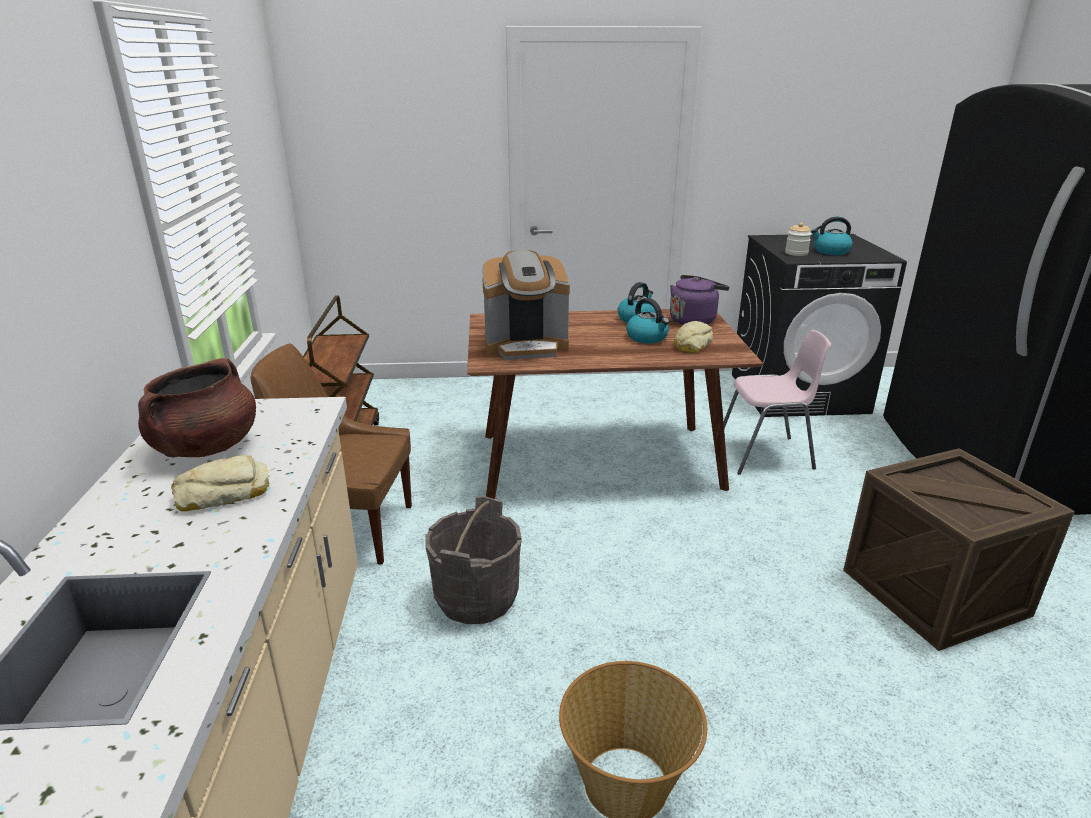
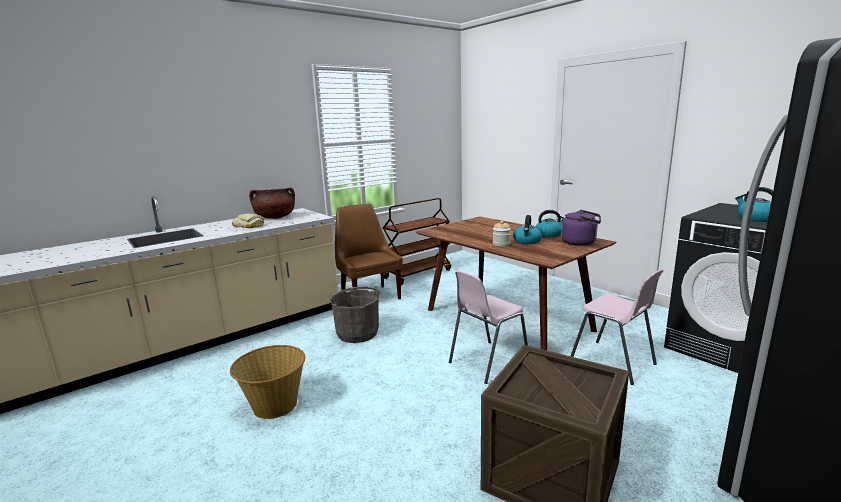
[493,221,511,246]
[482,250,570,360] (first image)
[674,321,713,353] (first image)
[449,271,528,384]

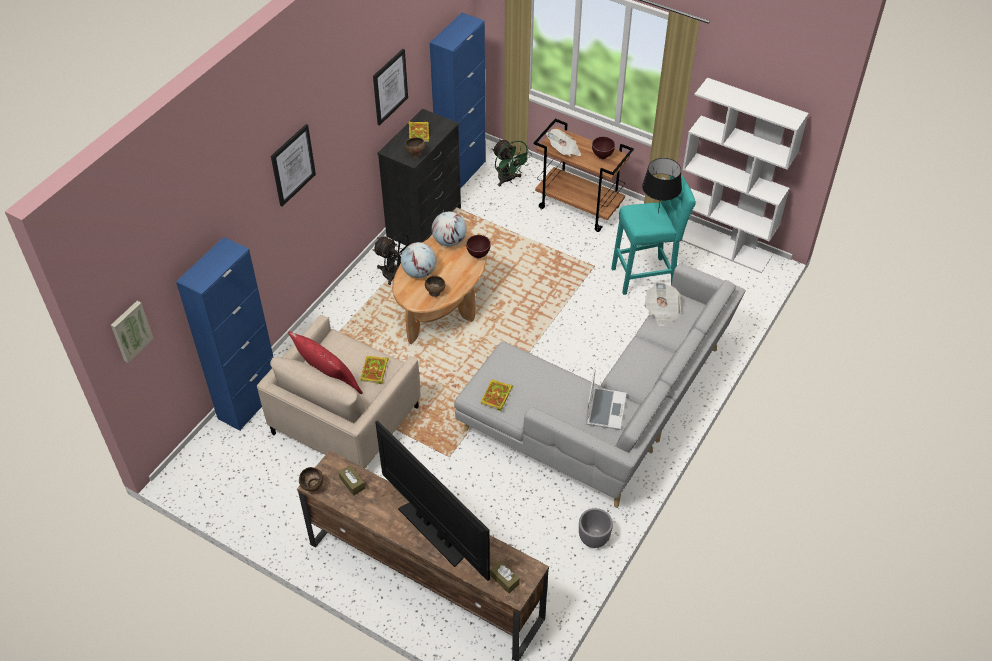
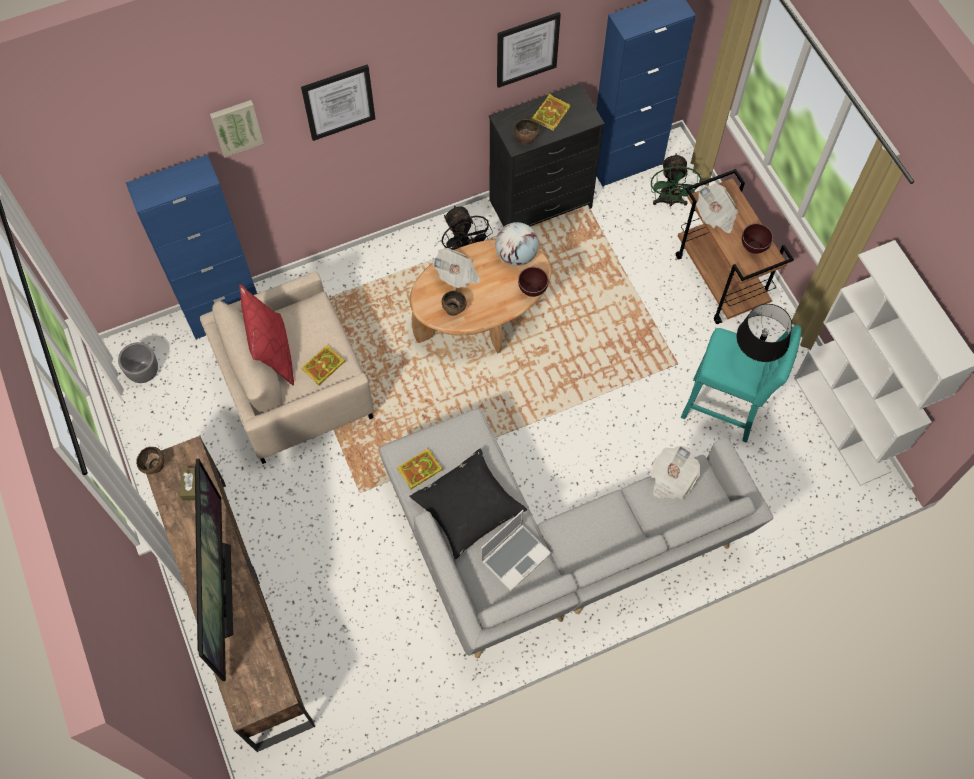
[432,248,480,289]
[210,100,264,158]
[118,342,158,383]
[490,561,520,593] (first image)
[409,449,527,559]

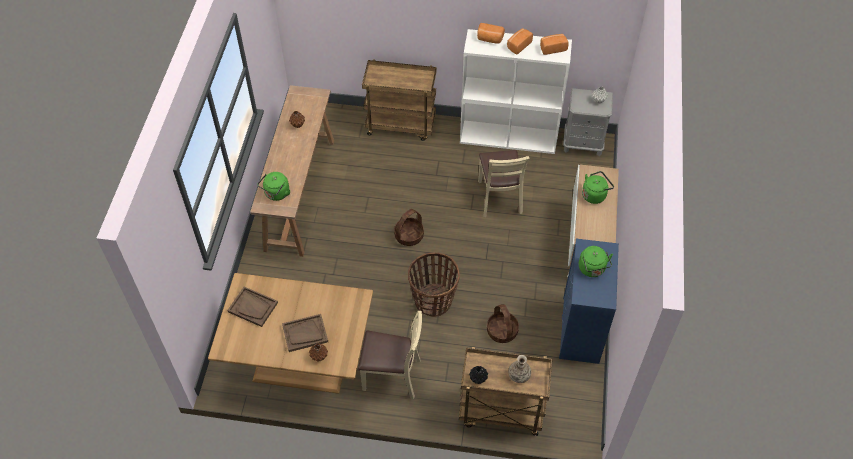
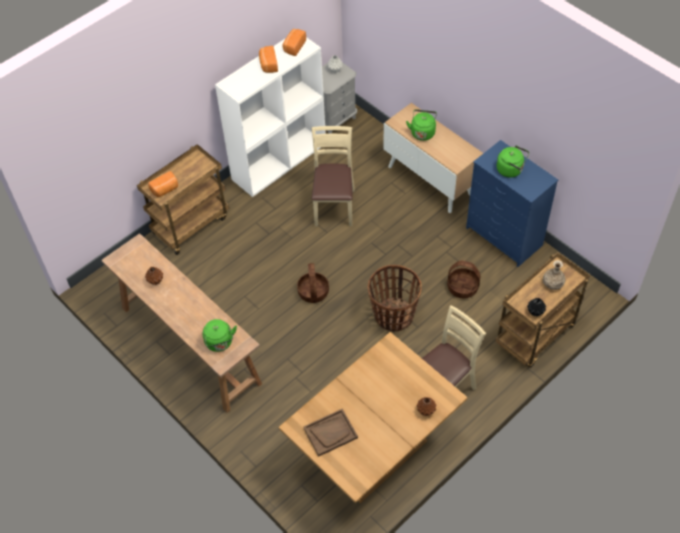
[148,171,178,197]
[311,126,355,226]
[282,314,328,352] (first image)

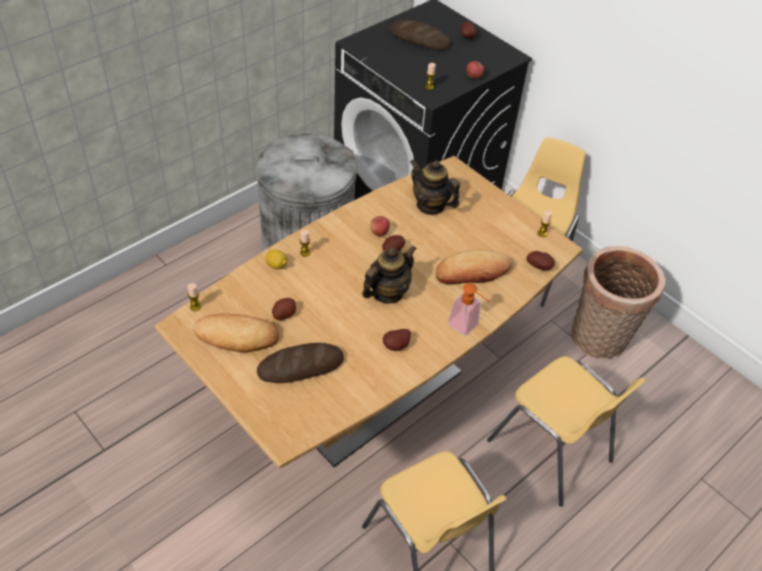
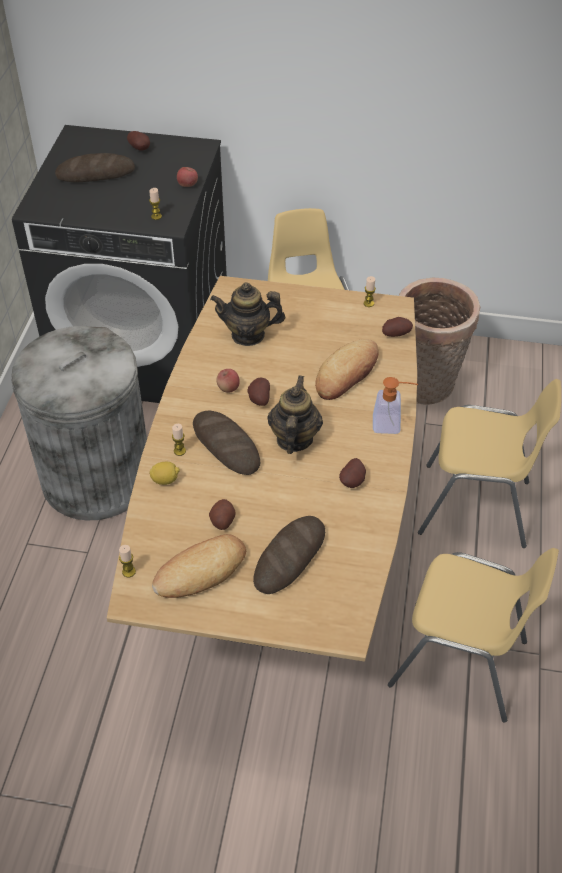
[193,411,260,475]

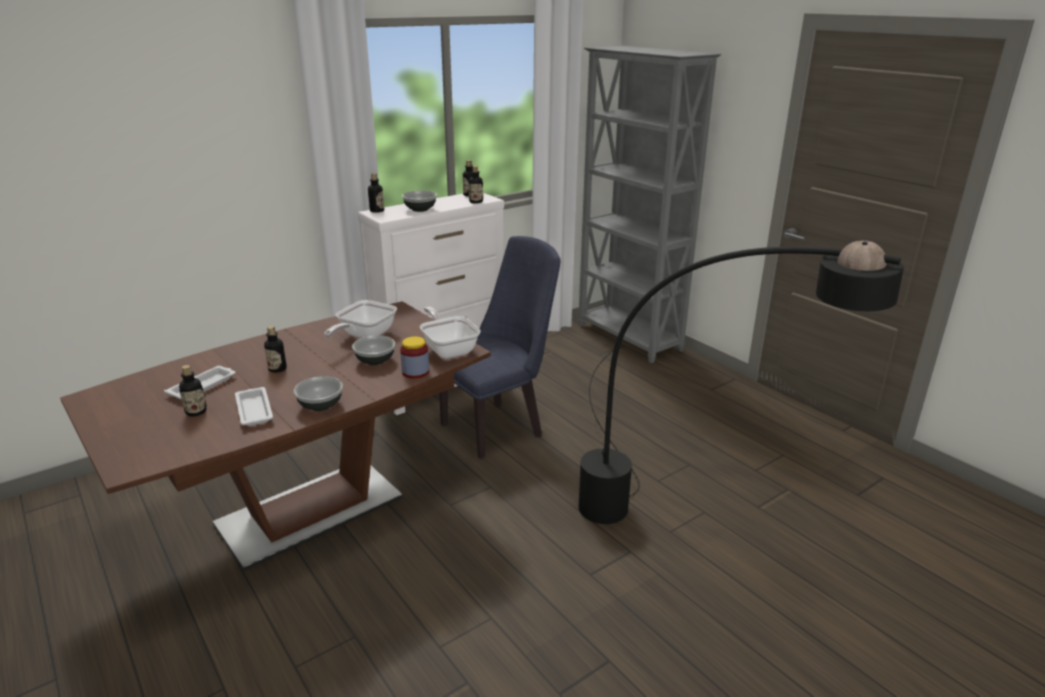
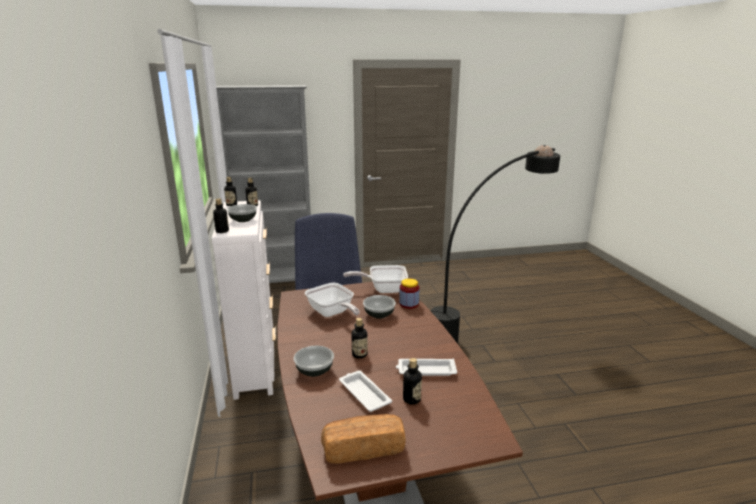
[294,346,334,377]
[321,414,406,463]

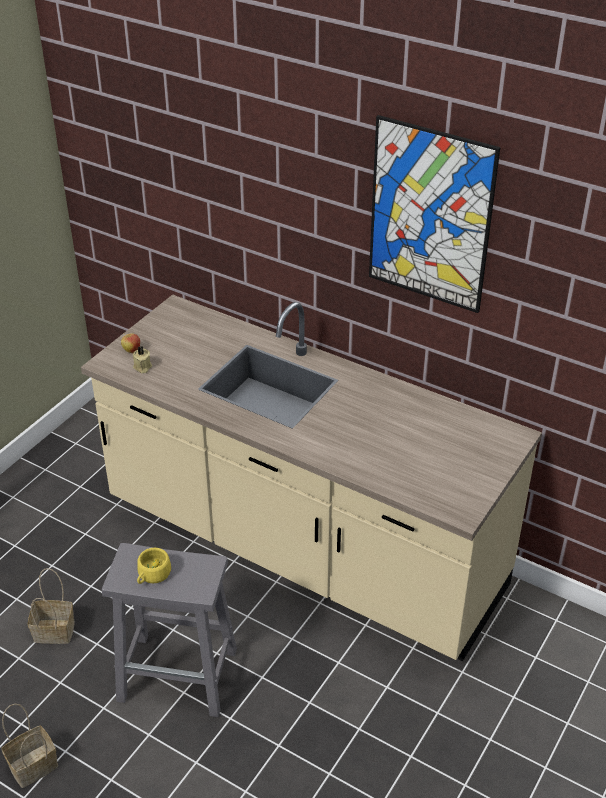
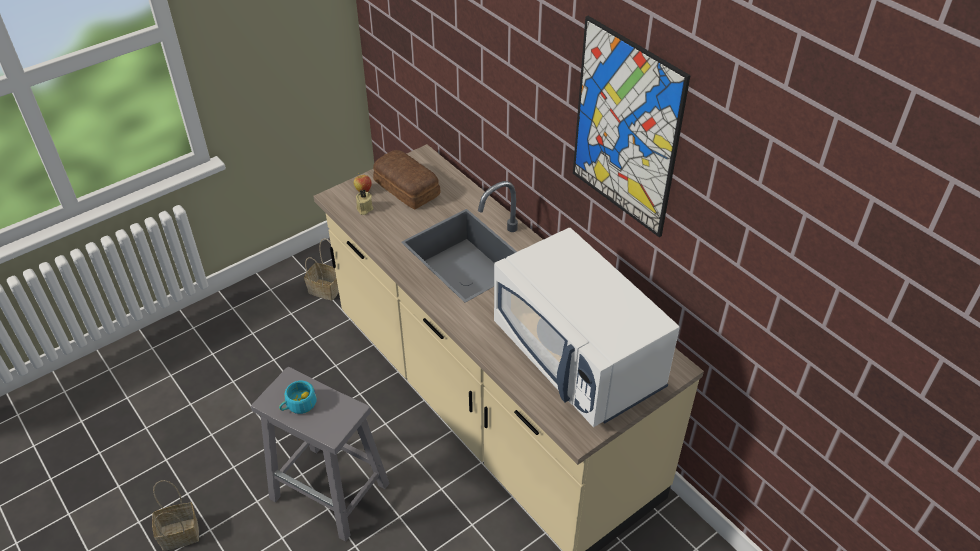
[279,381,317,414]
[304,238,339,301]
[373,150,440,209]
[494,228,680,427]

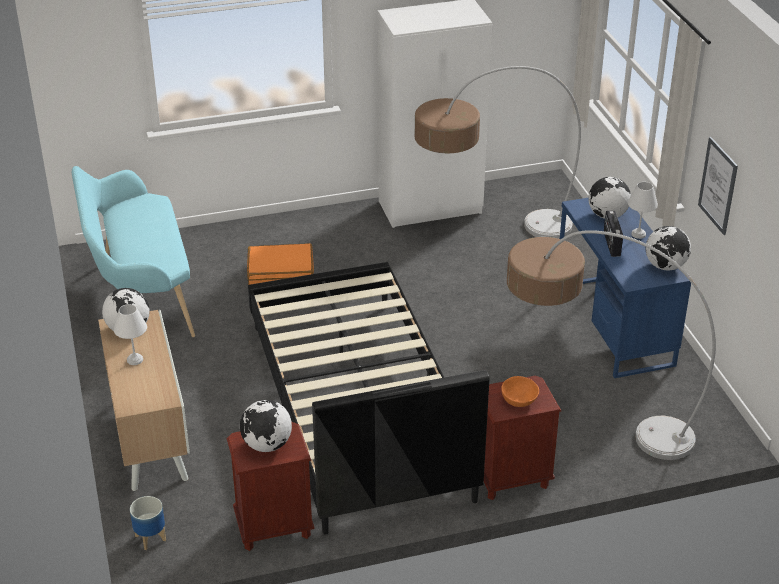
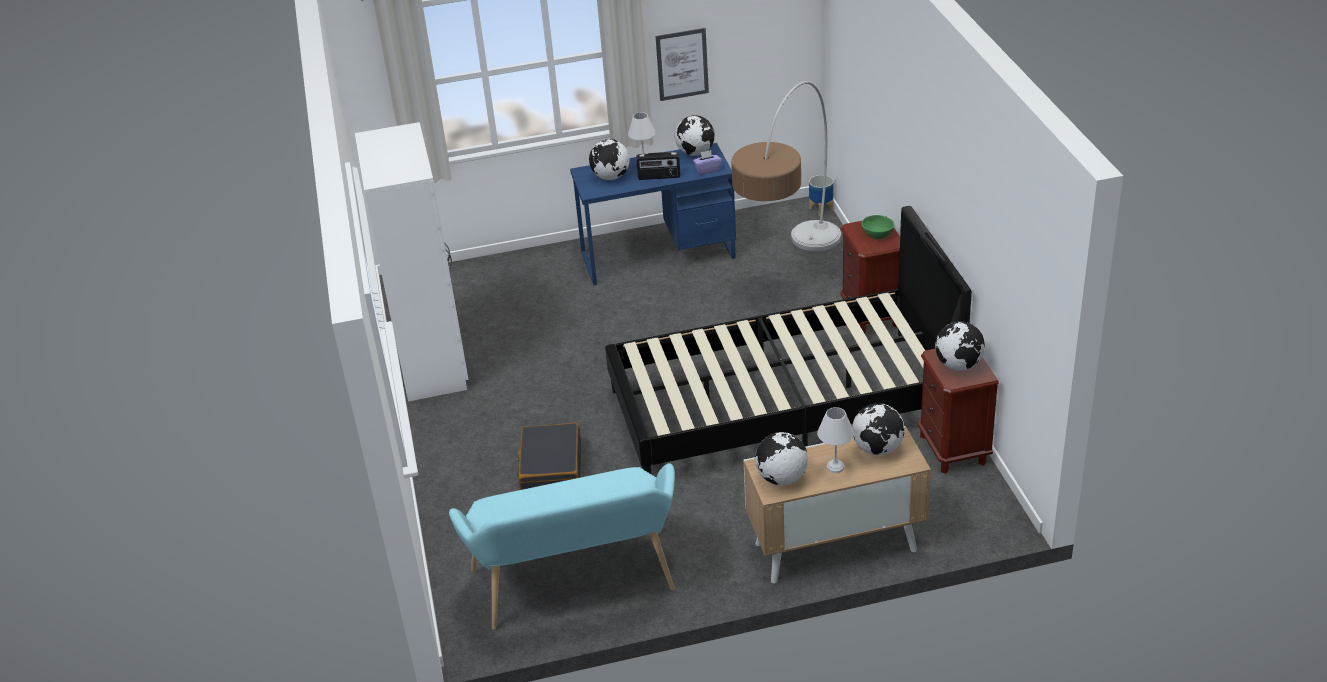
[415,66,581,239] (first image)
[516,423,581,490]
[861,215,894,239]
[809,175,834,216]
[693,150,722,175]
[852,403,905,455]

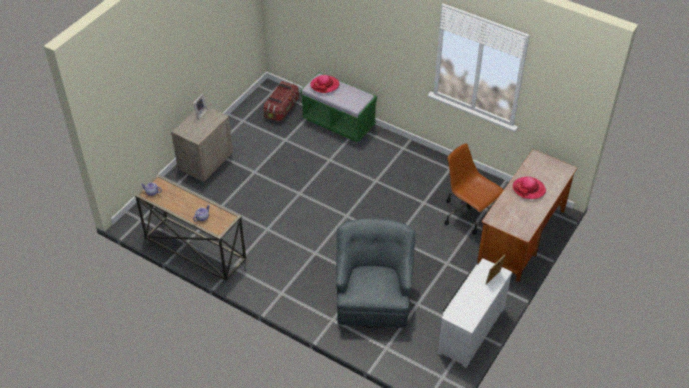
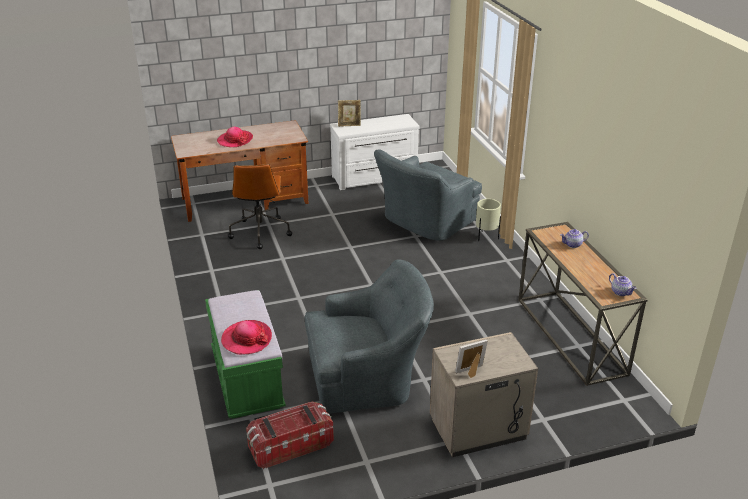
[476,199,501,241]
[305,259,434,414]

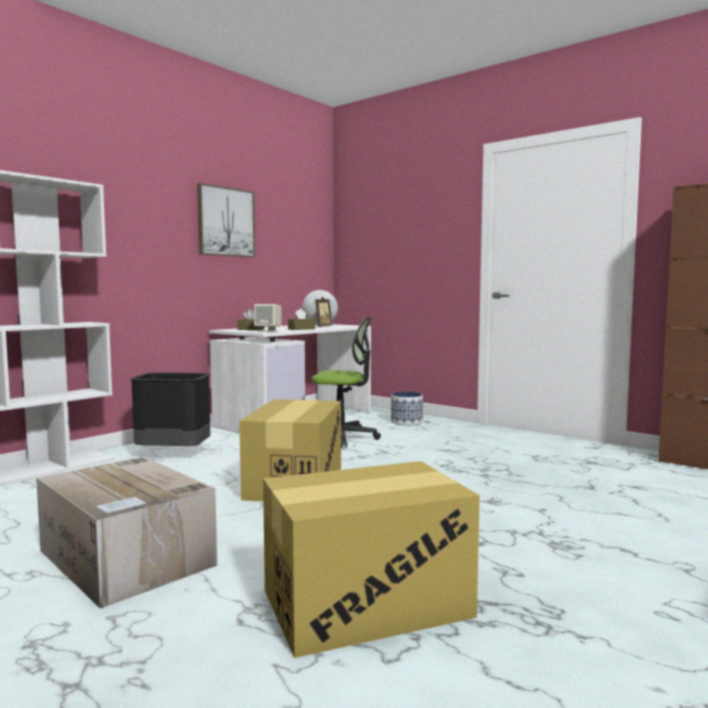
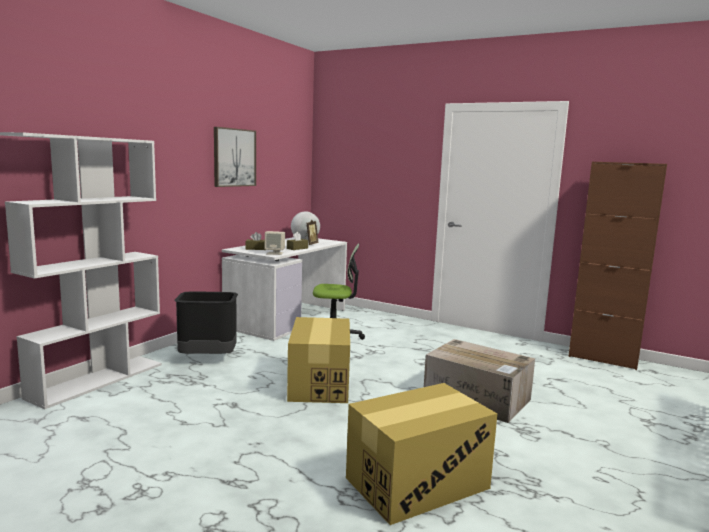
[391,392,423,426] (first image)
[424,339,535,423]

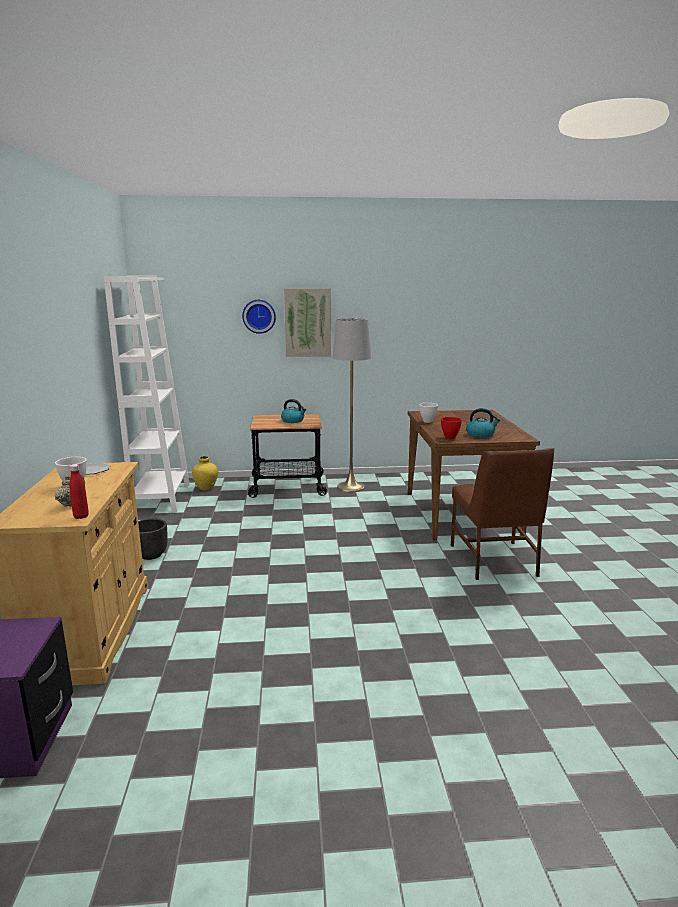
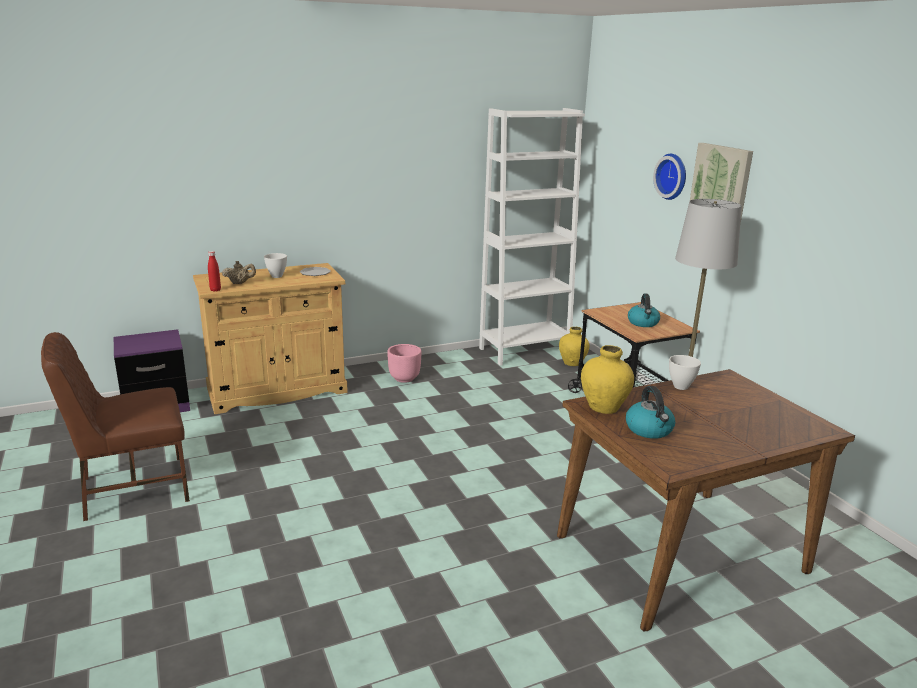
[581,345,634,414]
[41,332,190,521]
[387,344,421,383]

